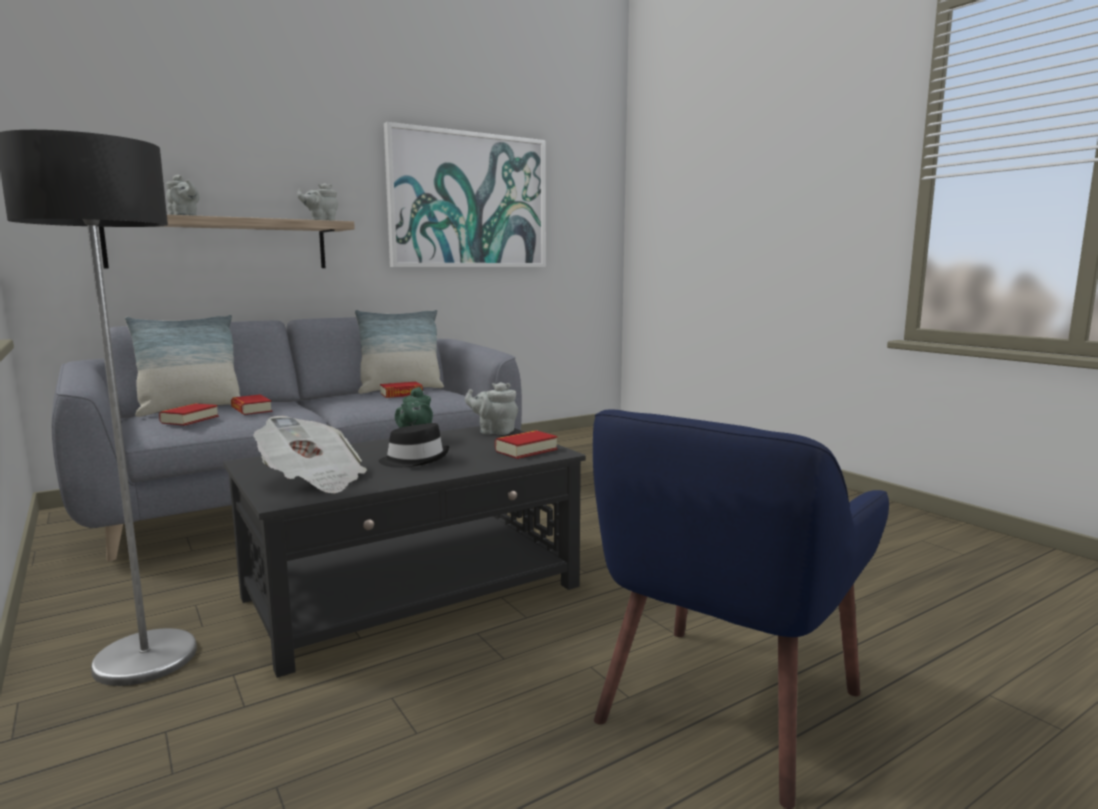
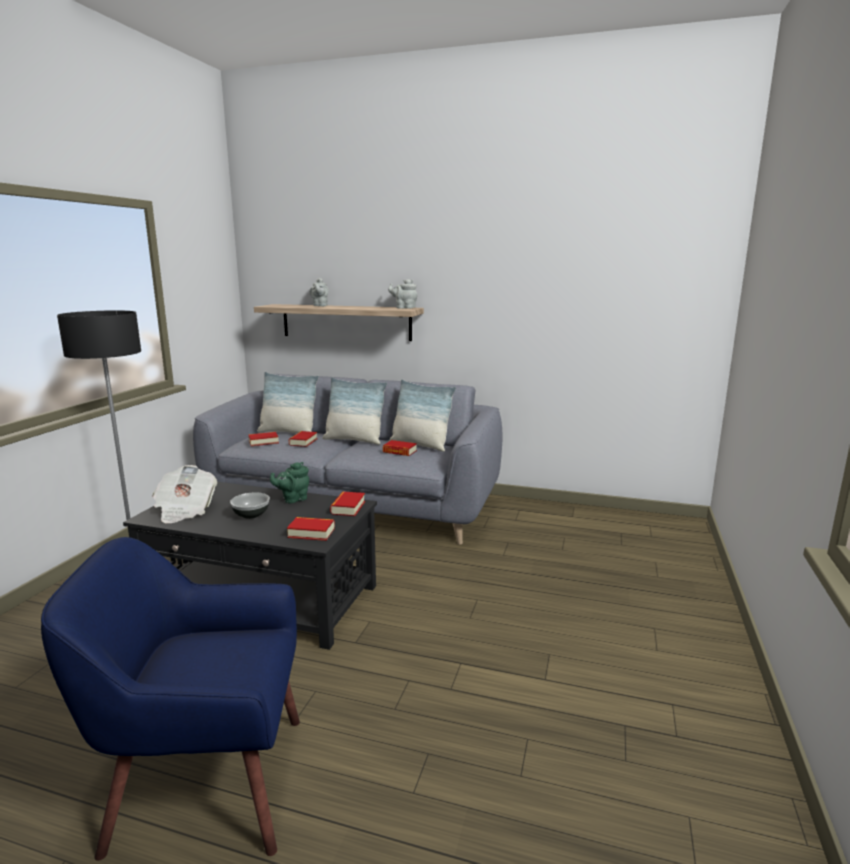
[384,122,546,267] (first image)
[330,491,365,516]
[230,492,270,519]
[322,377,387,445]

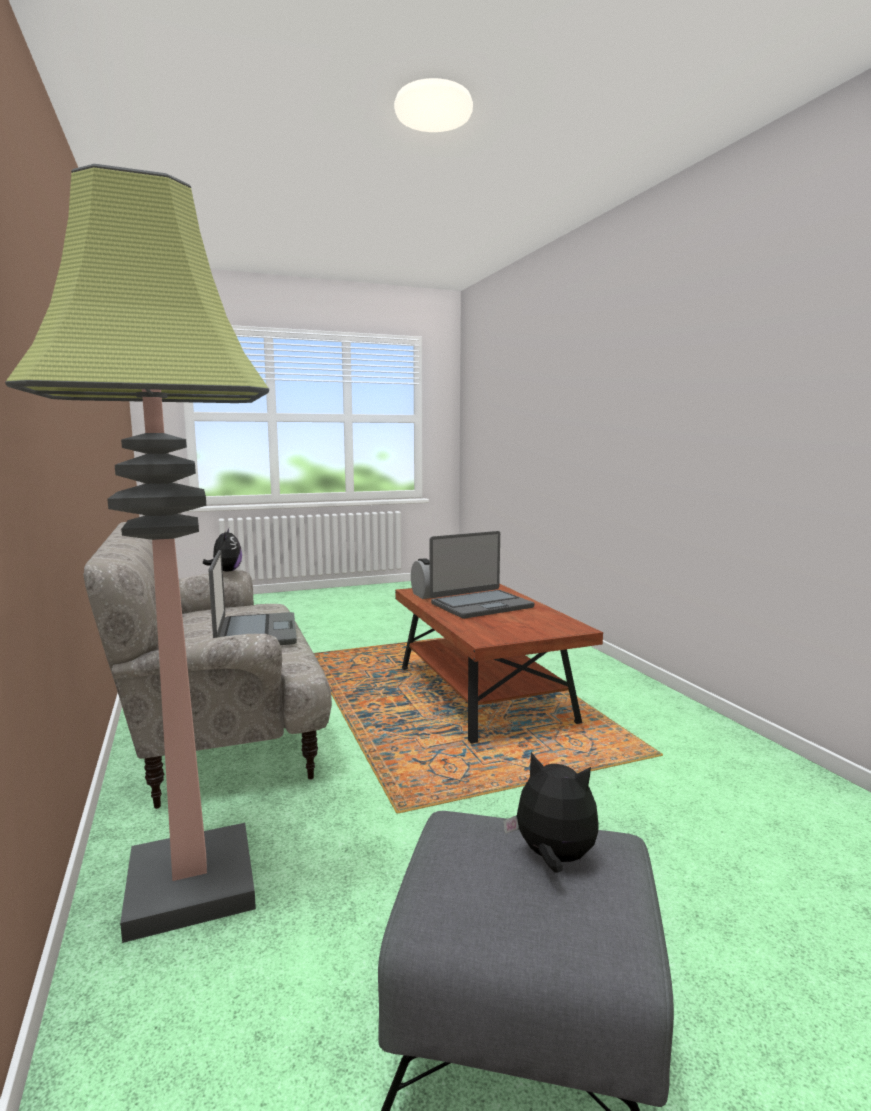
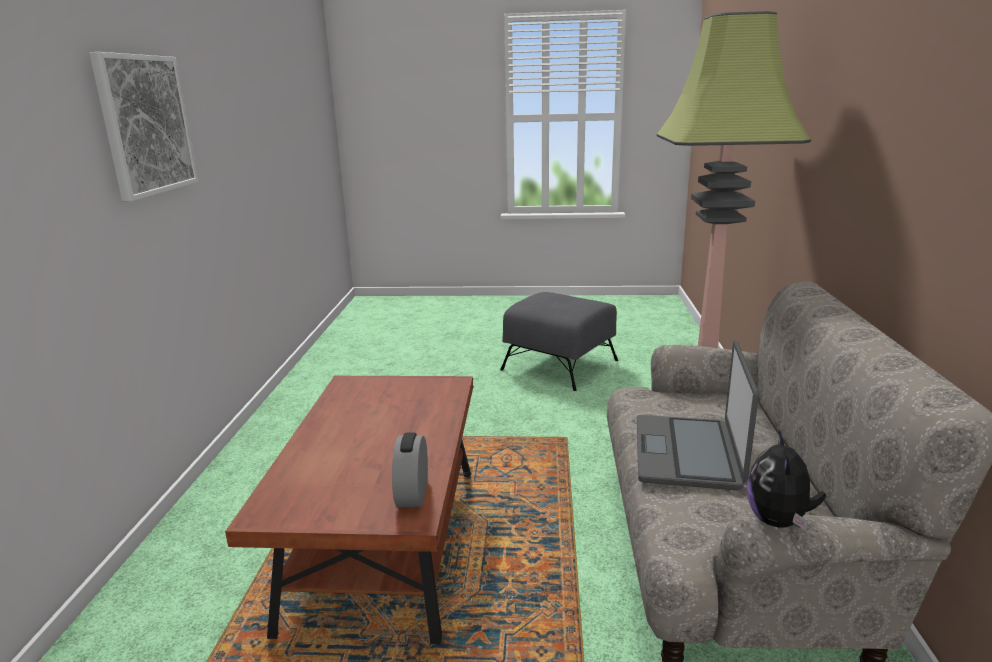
[430,531,534,619] (first image)
[503,752,599,873] (first image)
[89,52,198,201]

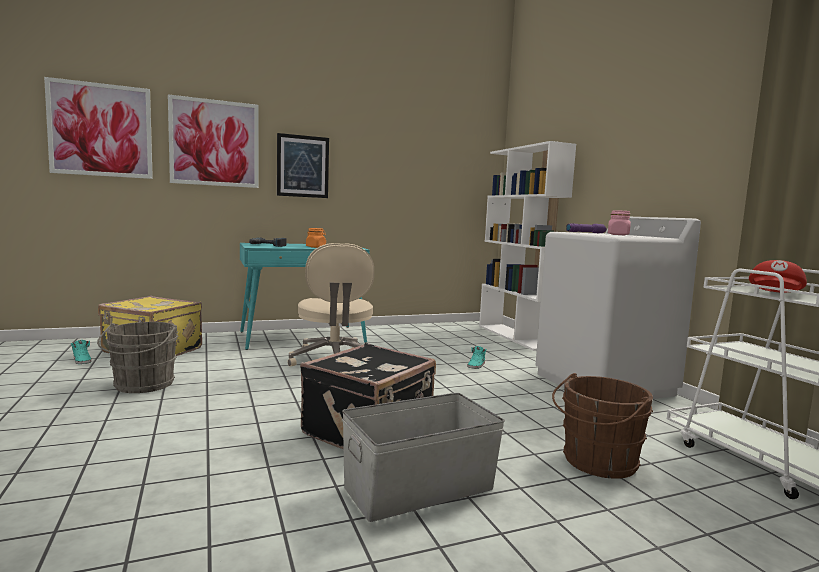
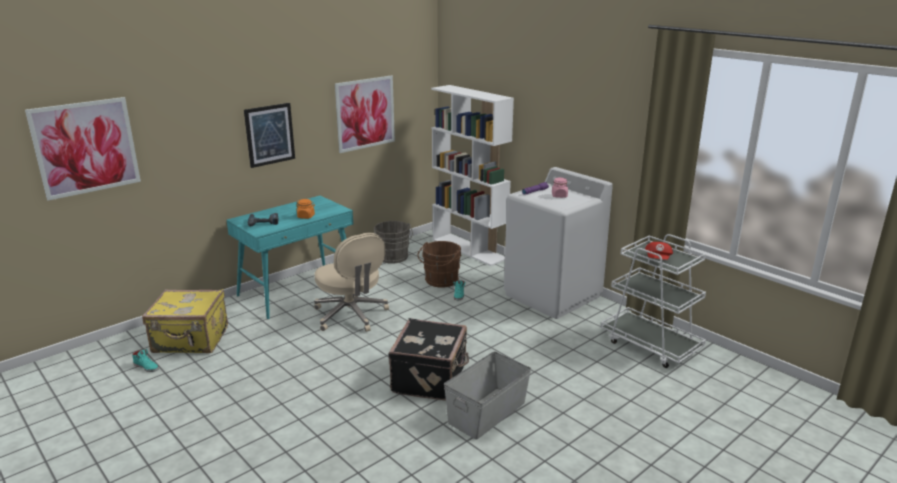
[335,75,395,153]
[374,221,413,264]
[418,241,461,288]

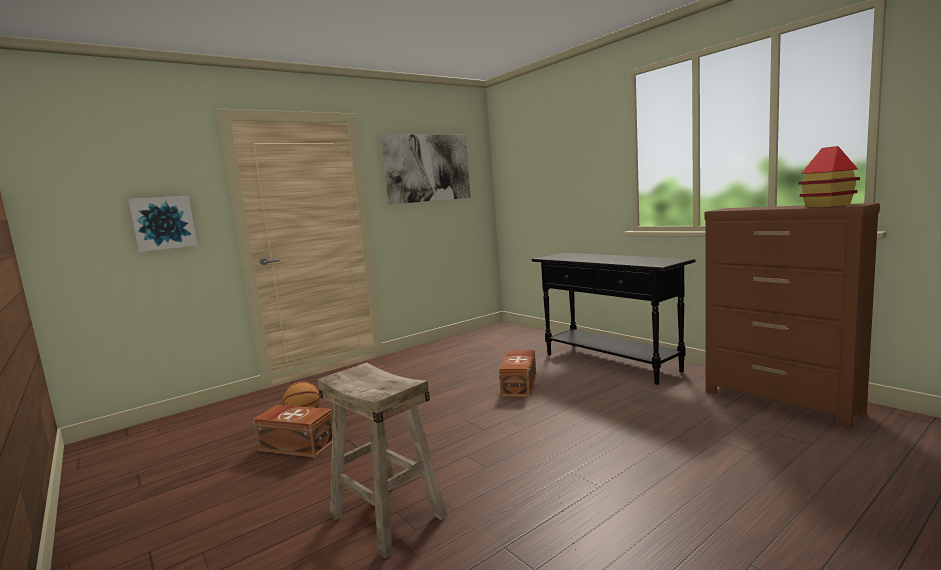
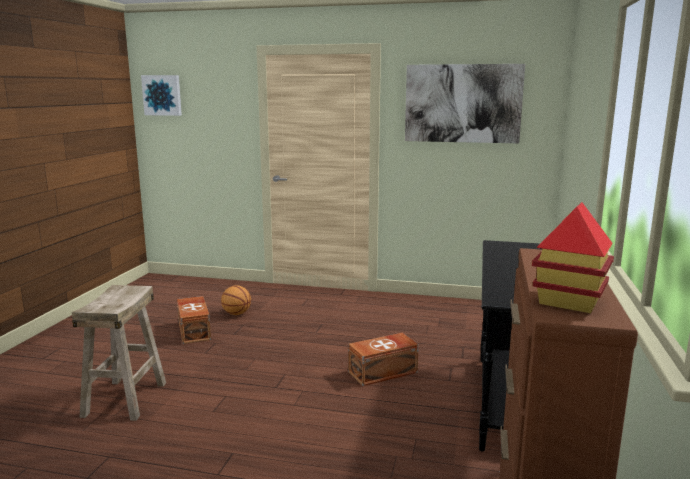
[141,75,182,116]

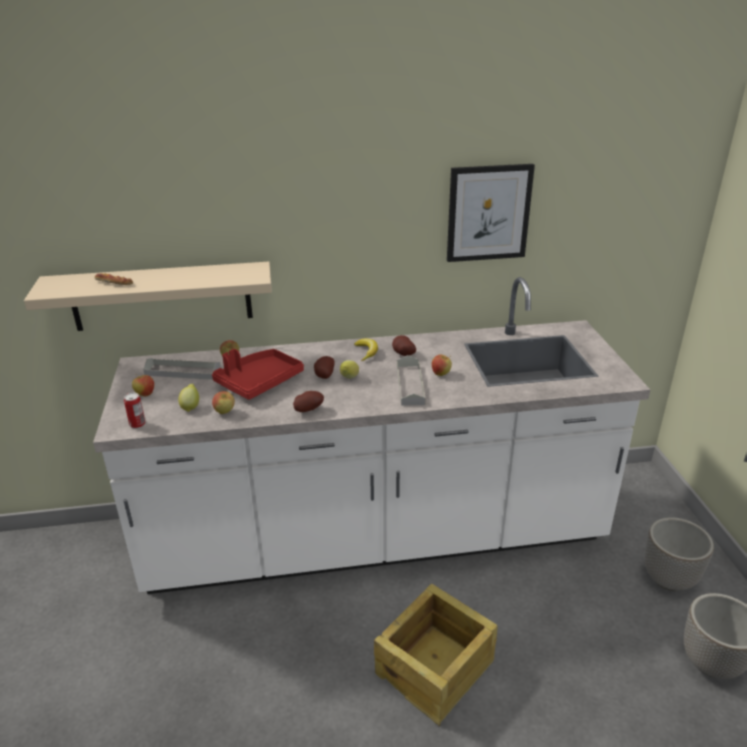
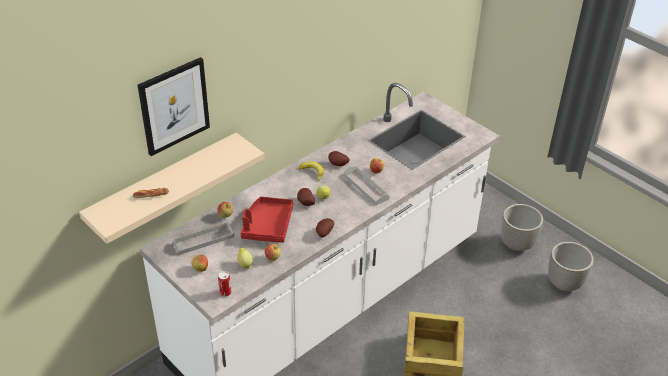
[138,57,210,156]

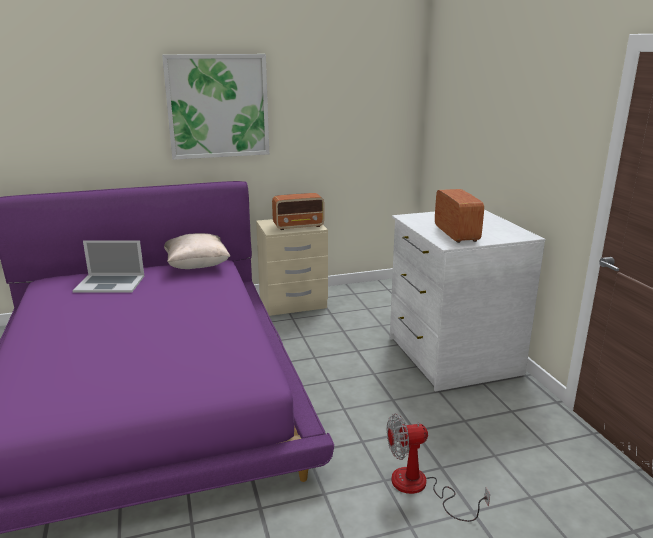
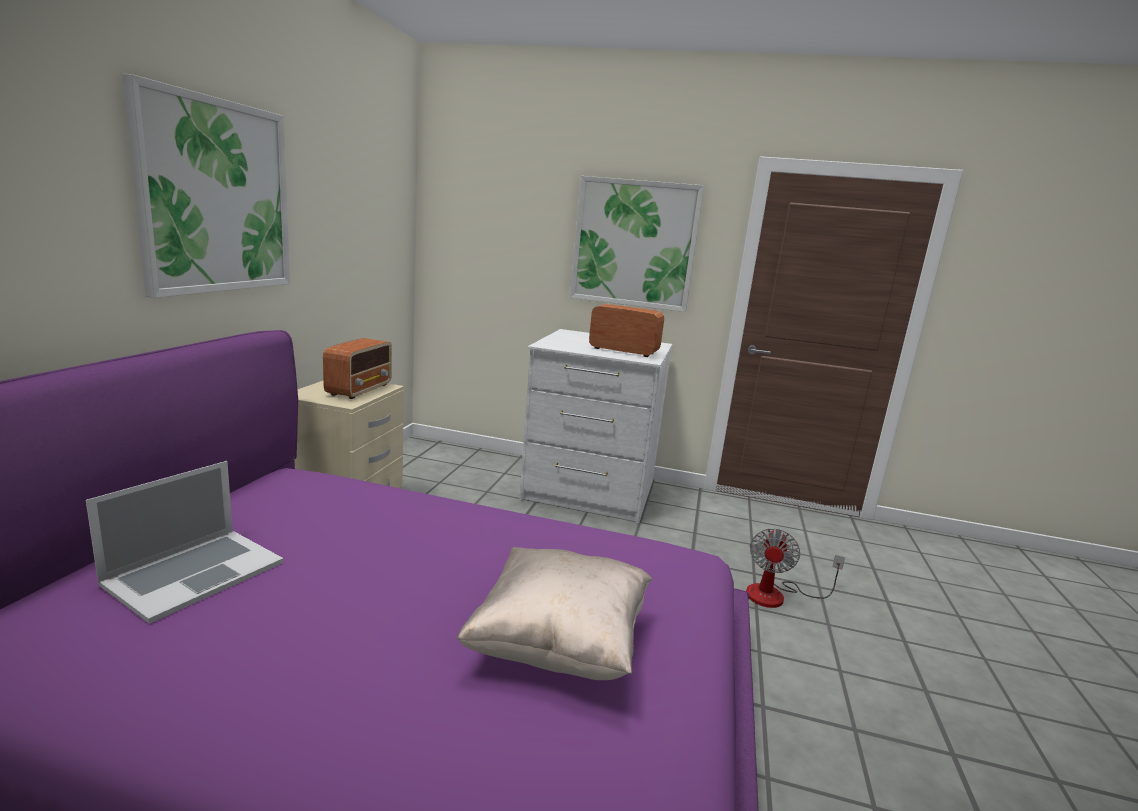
[456,547,653,680]
[570,176,704,312]

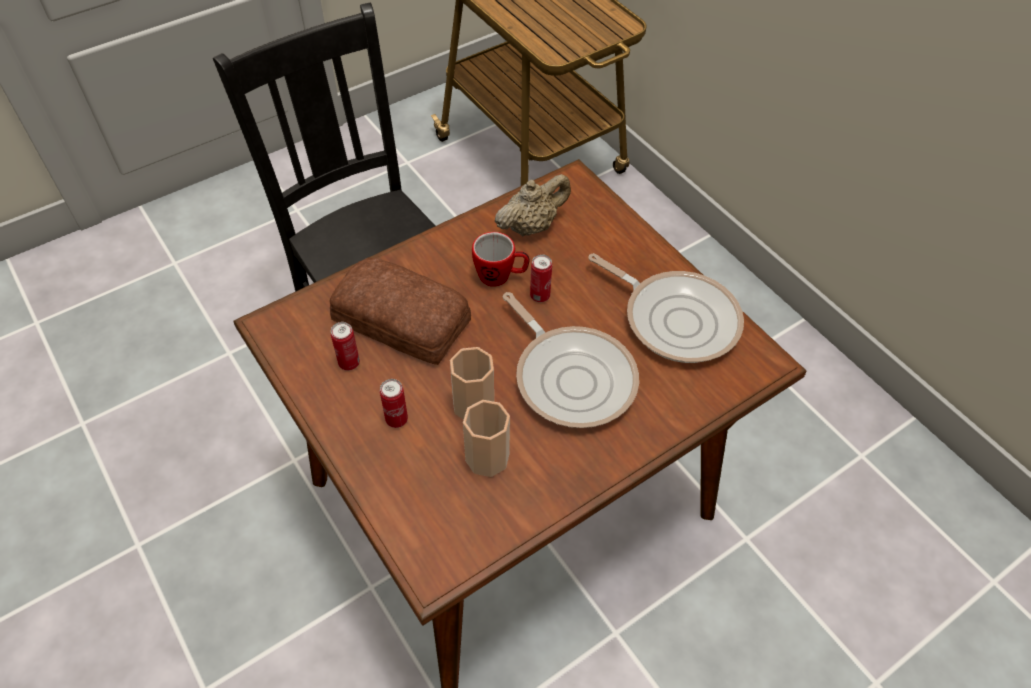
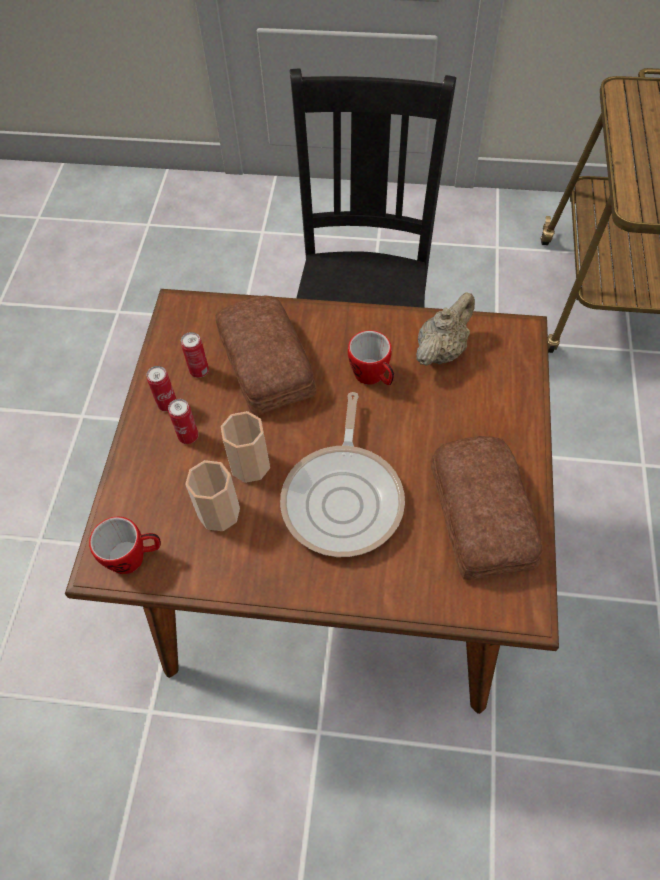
[416,292,475,366]
[431,436,542,580]
[146,366,176,411]
[89,517,161,574]

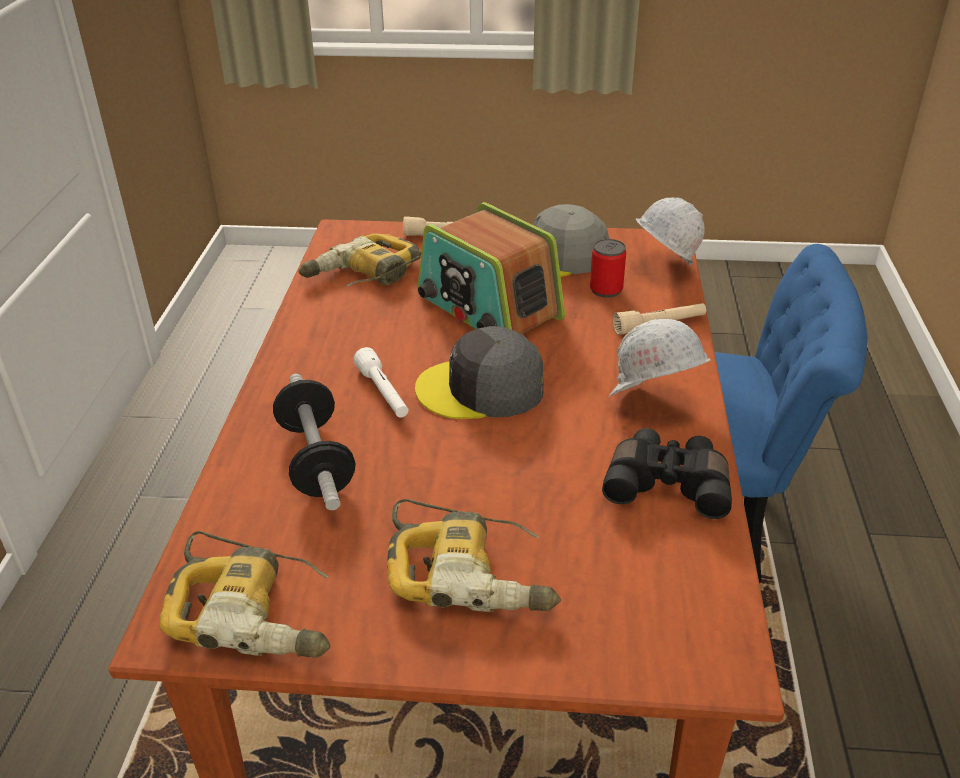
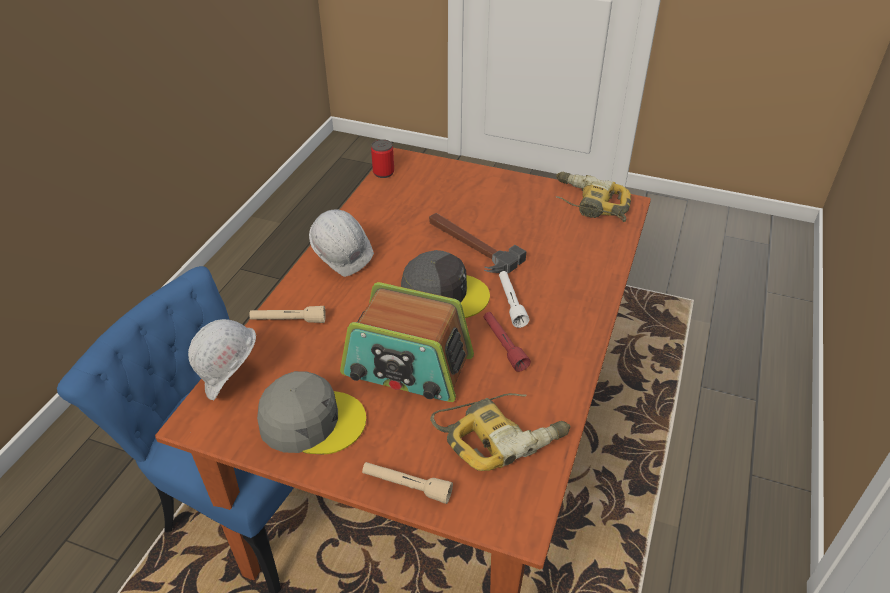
[340,282,474,402]
[371,139,394,178]
[273,373,356,510] (first image)
[602,428,732,519] (first image)
[387,499,561,612] (first image)
[429,213,526,274]
[484,312,531,372]

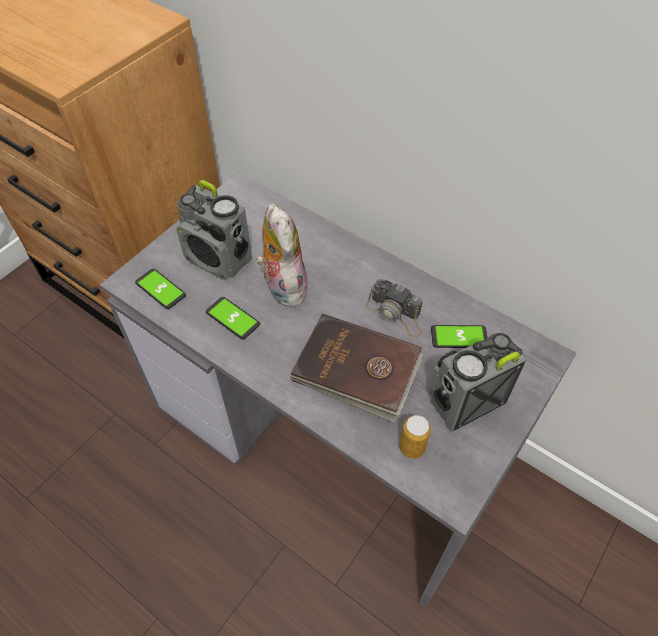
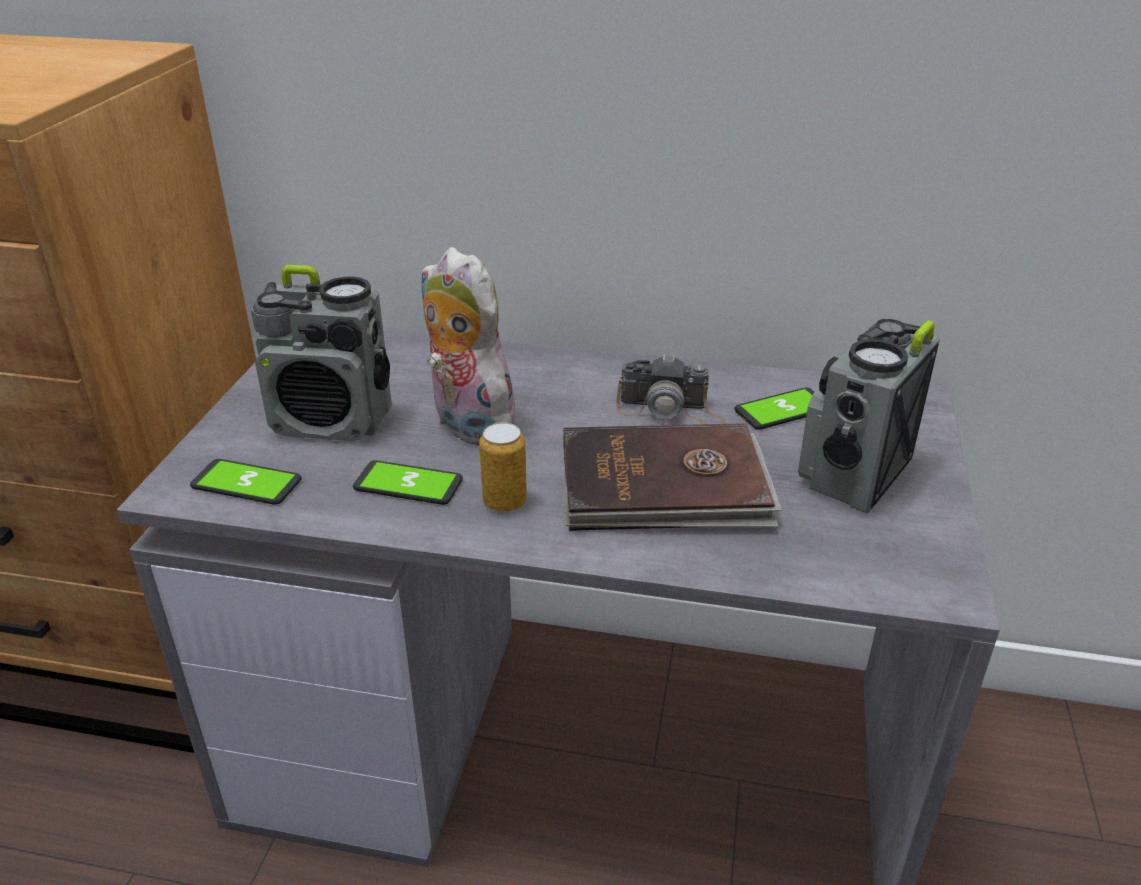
[479,422,527,512]

